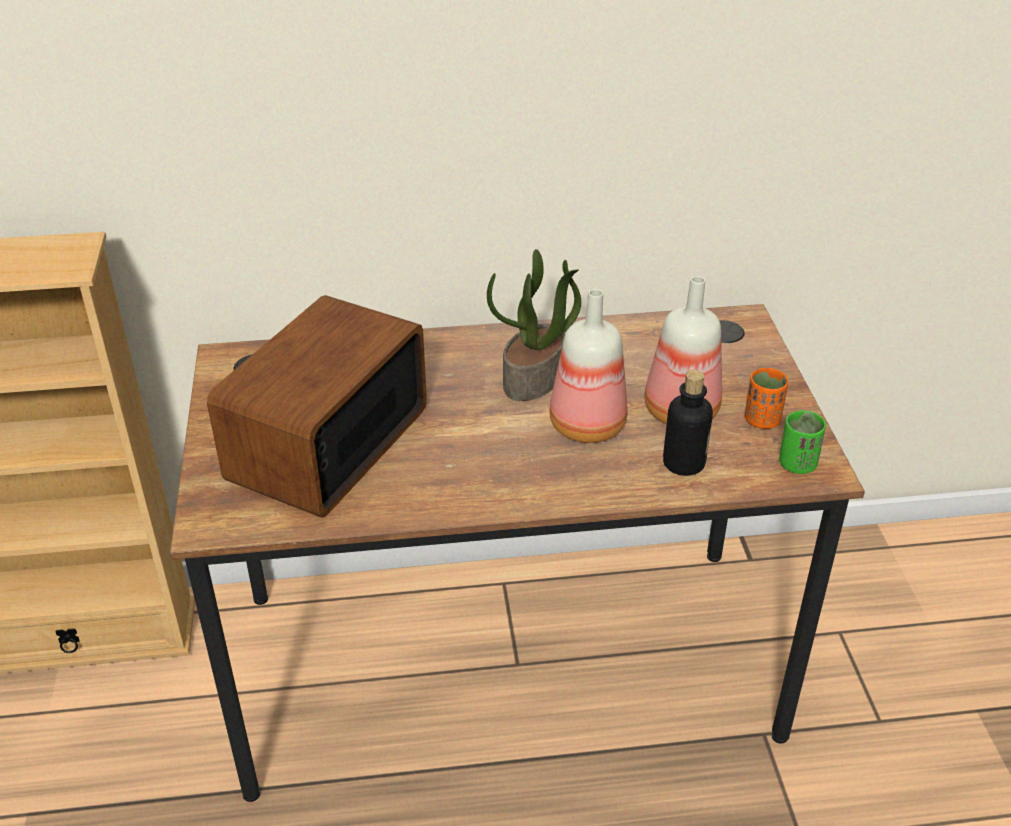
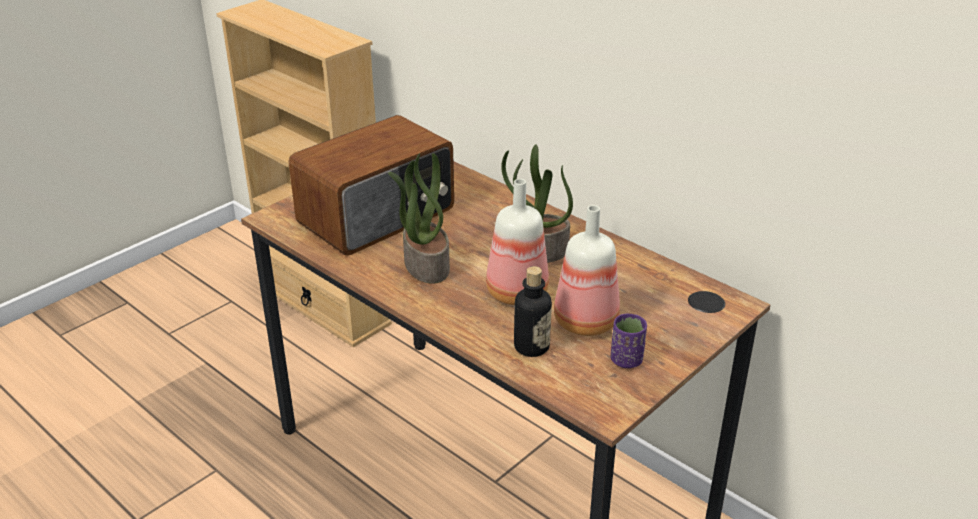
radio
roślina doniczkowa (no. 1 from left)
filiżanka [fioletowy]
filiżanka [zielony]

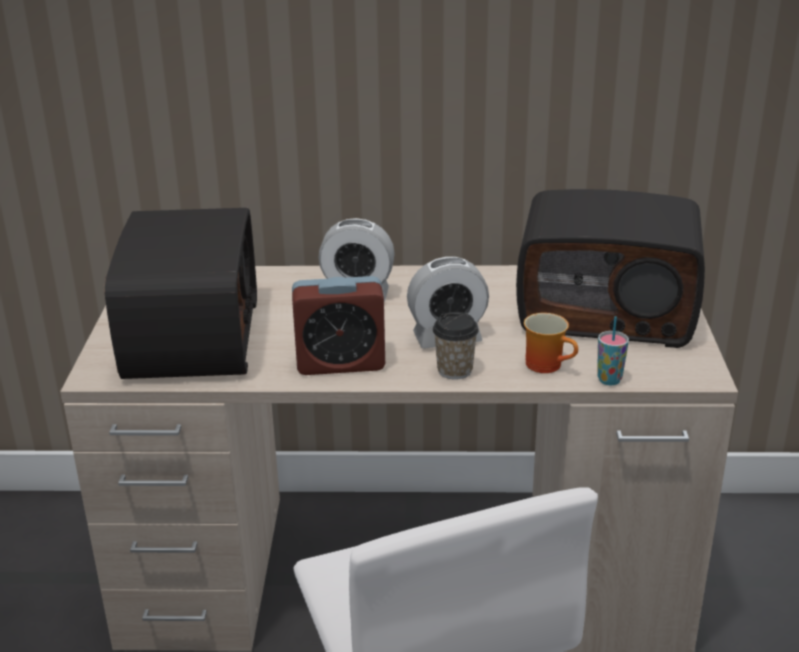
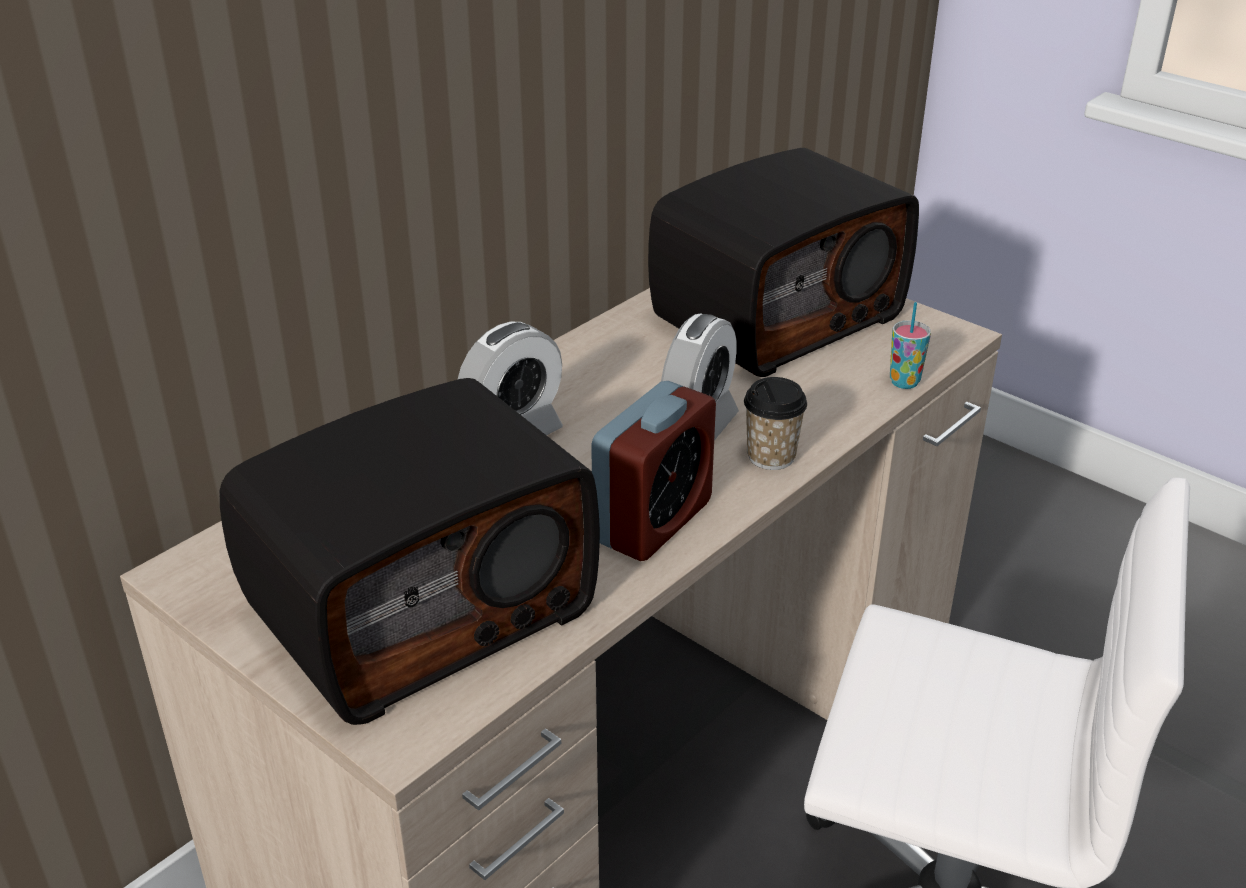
radio (no. 1 from left)
kubek

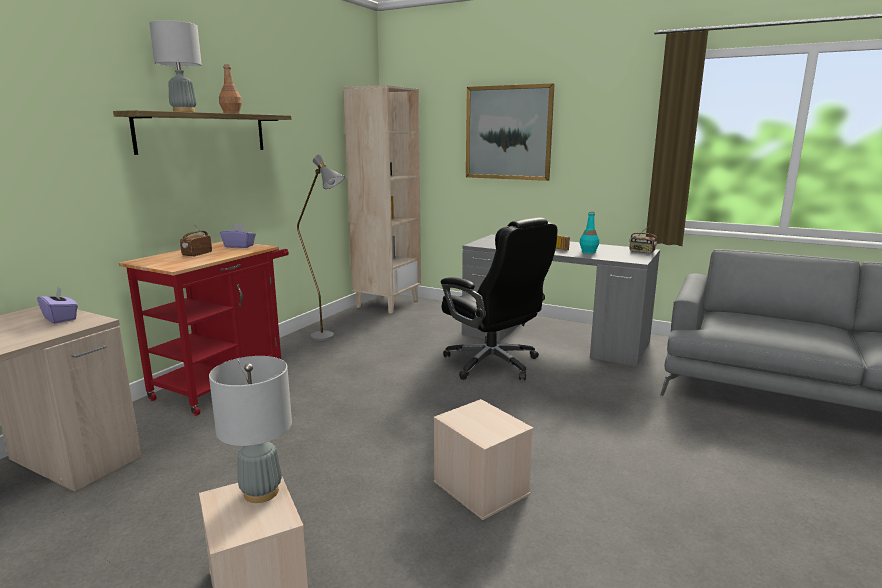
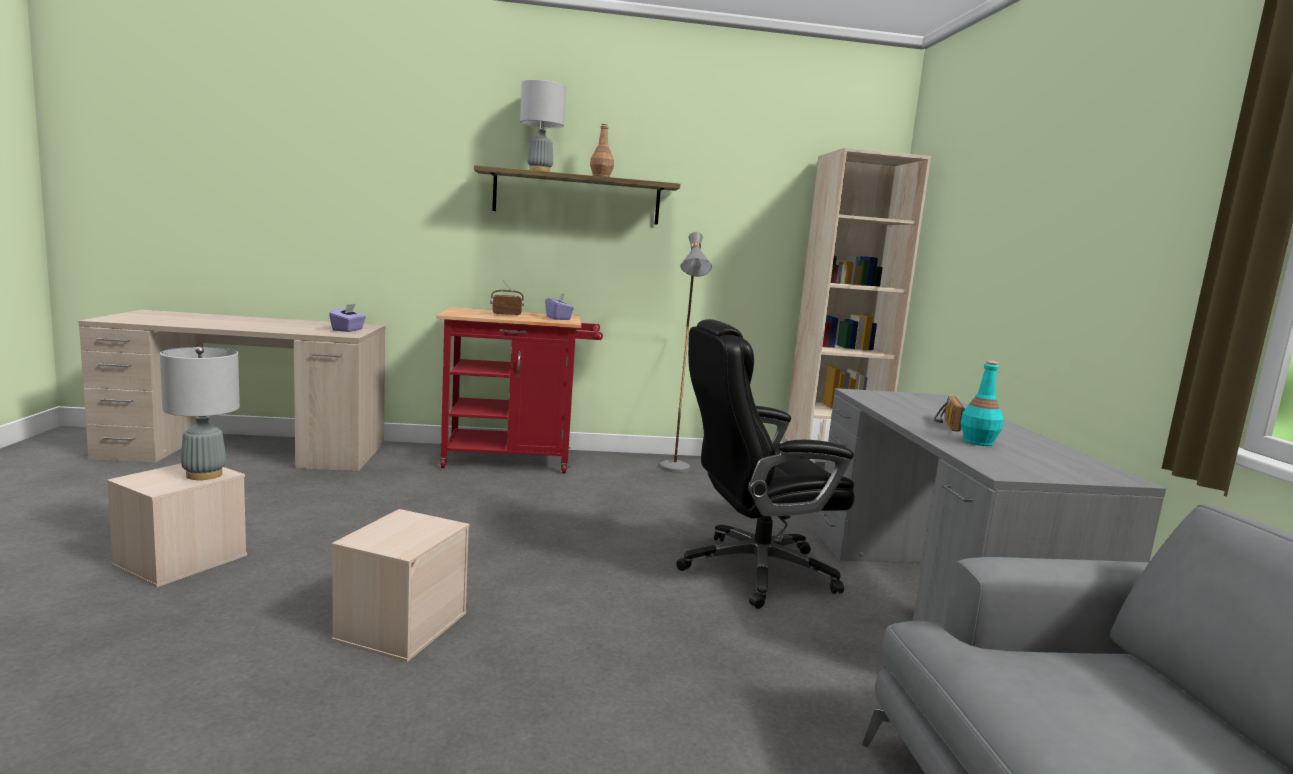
krzesło biurowe [czarny]
obraz
radio (no. 3 from left in the first image)

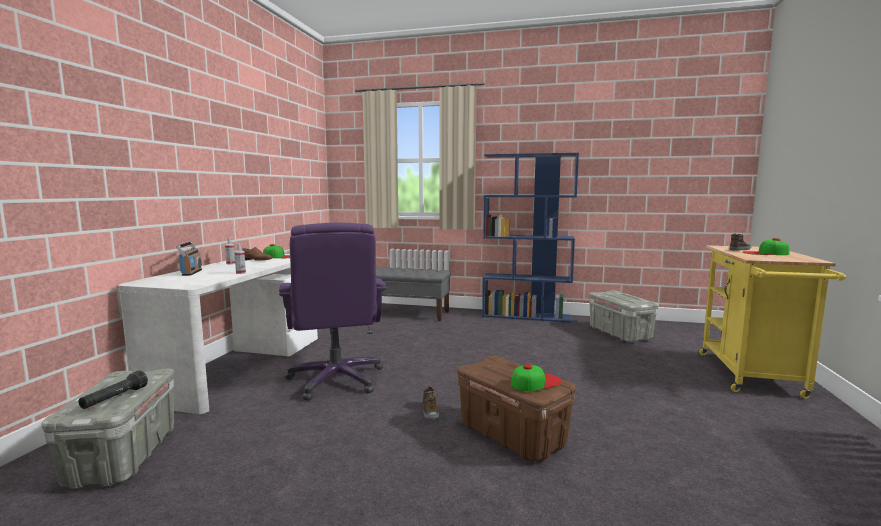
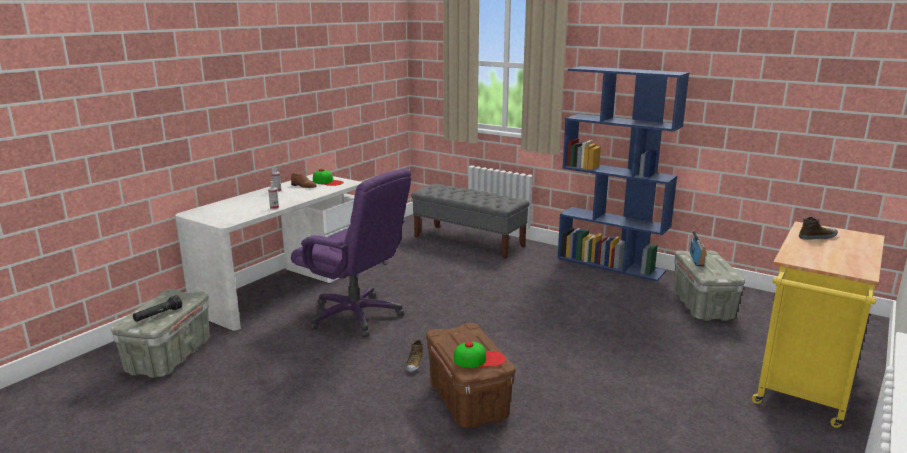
krzesło biurowe [fioletowy]
radio
czapka z daszkiem (no. 3 from left in the first image)

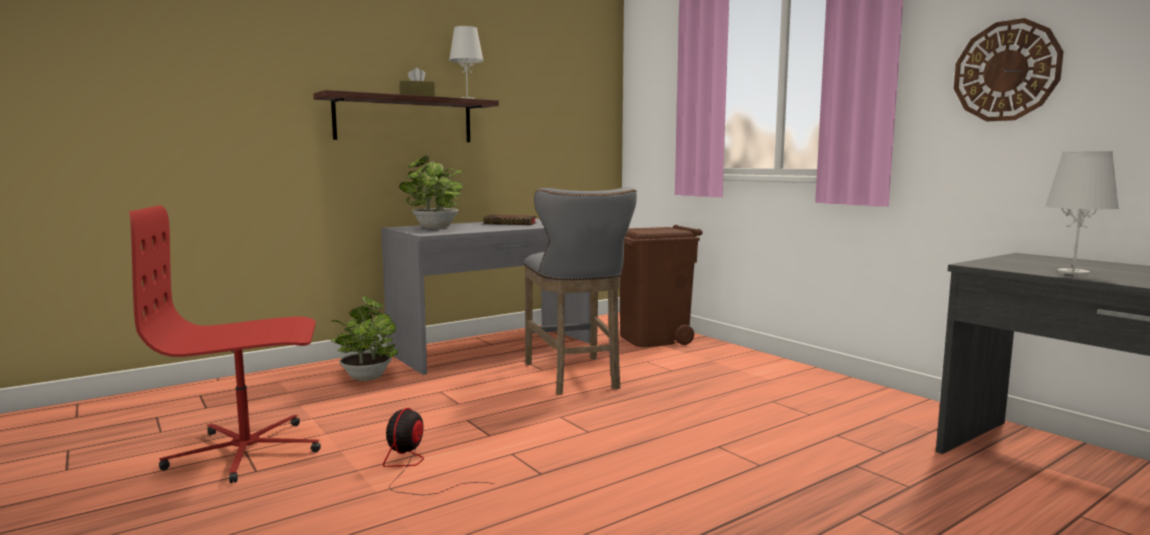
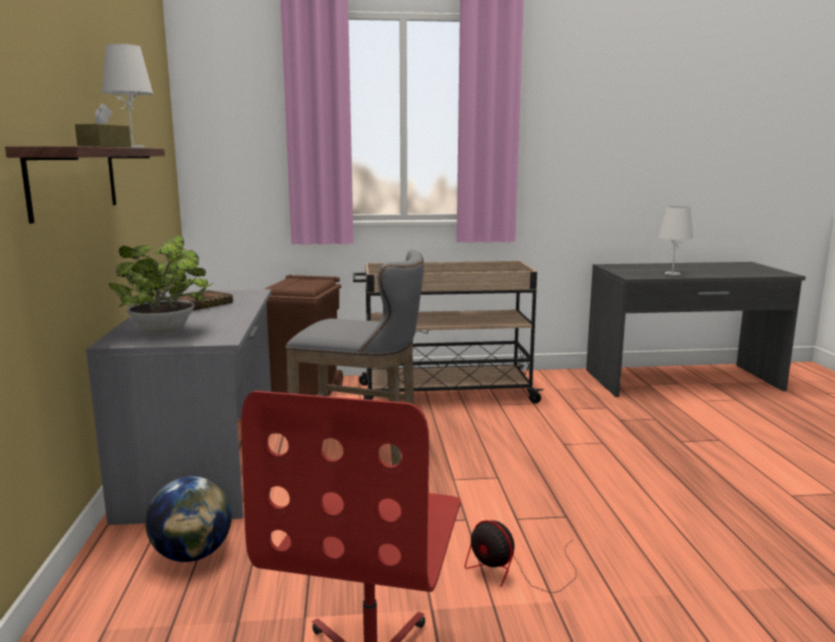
globus
wózek [beżowy]
zegar ścienny

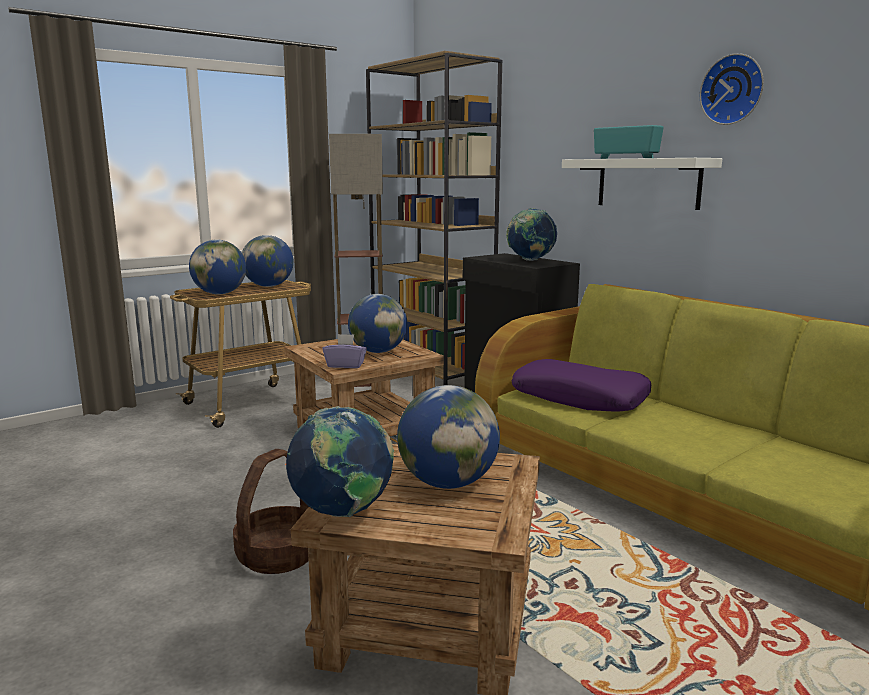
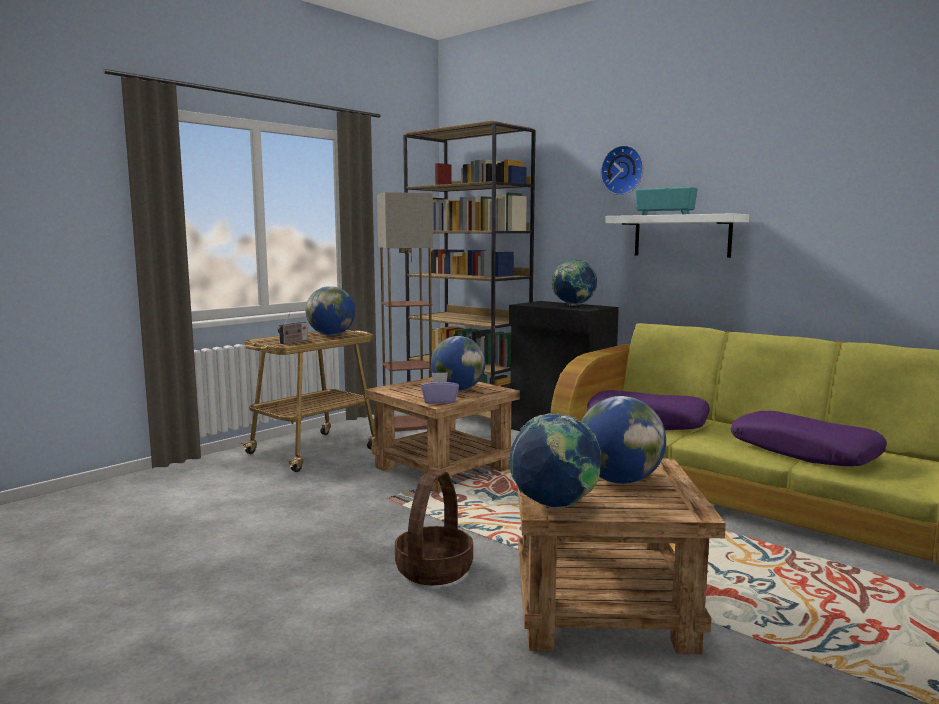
radio (no. 1 from left)
zegar ścienny
poduszka [fioletowy] (no. 2 from left)

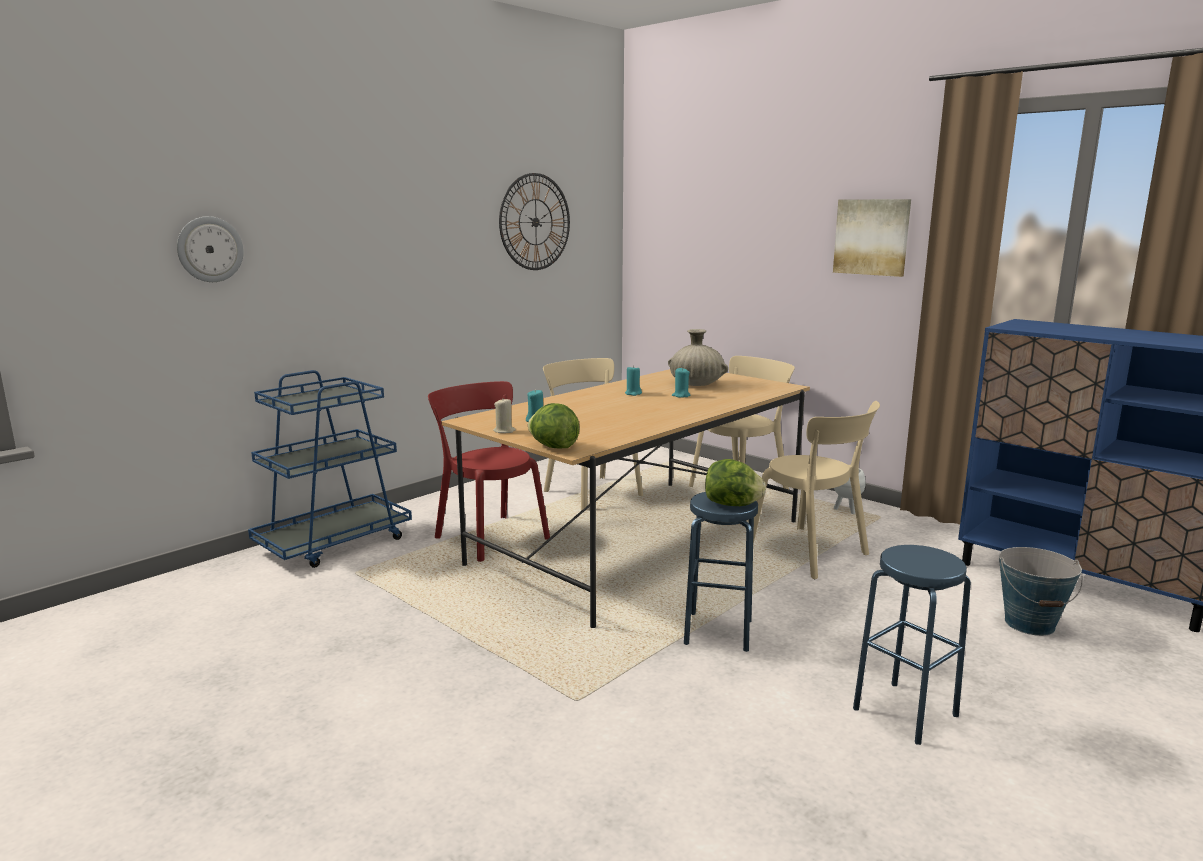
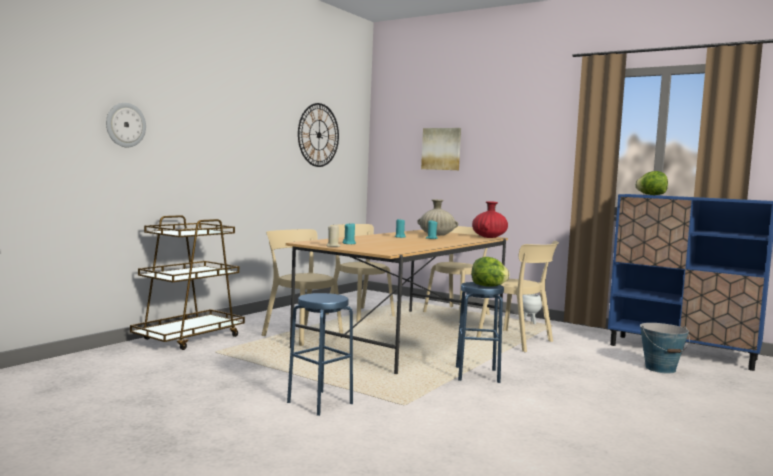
wózek [brązowy]
krzesło [beżowy] (no. 1 from left)
stołek [niebieski] (no. 1 from left)
obraz
wazon [czerwony]
sałata (no. 2 from left)

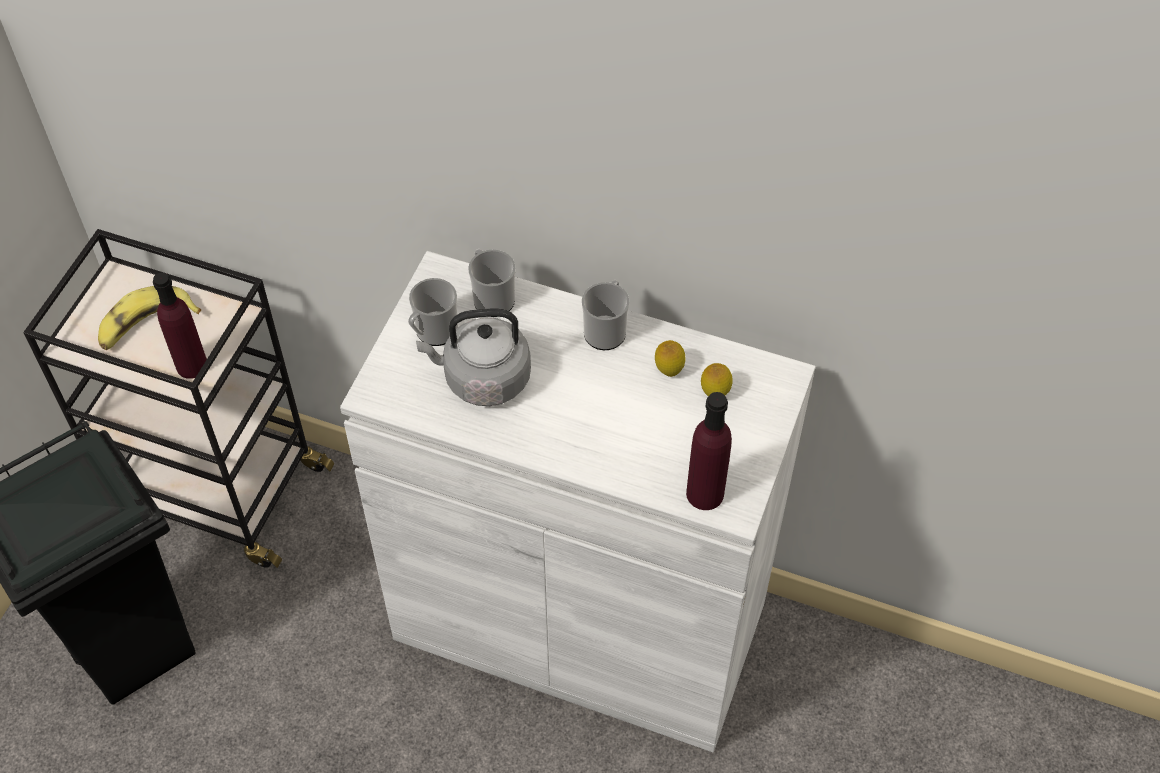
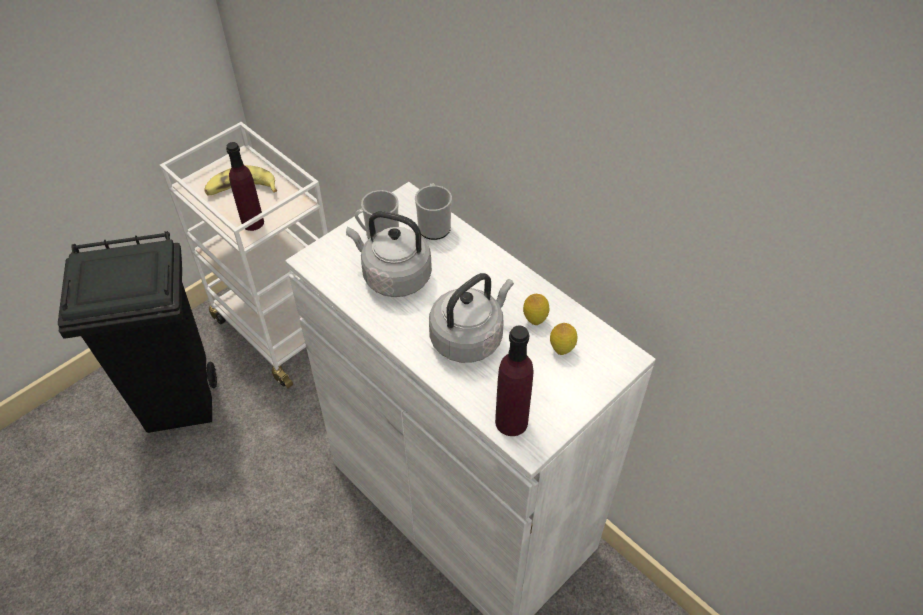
wózek [biały]
czajnik [szary] (no. 2 from left)
kubek (no. 3 from left in the first image)

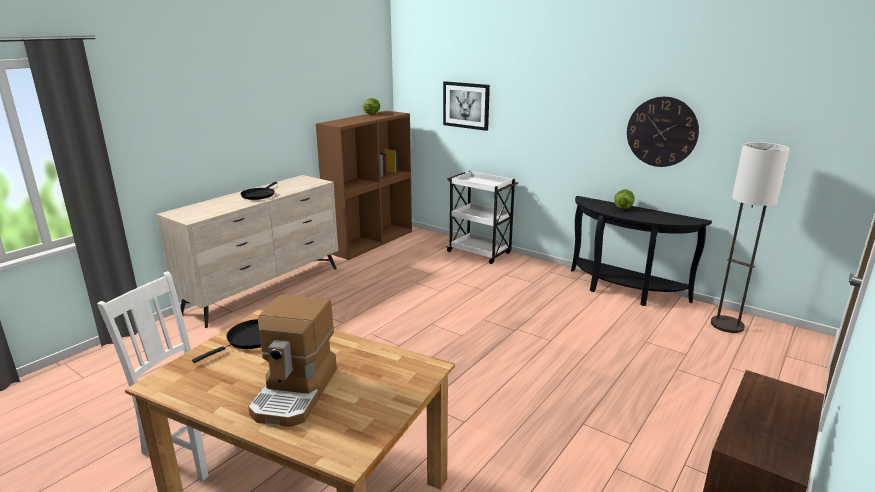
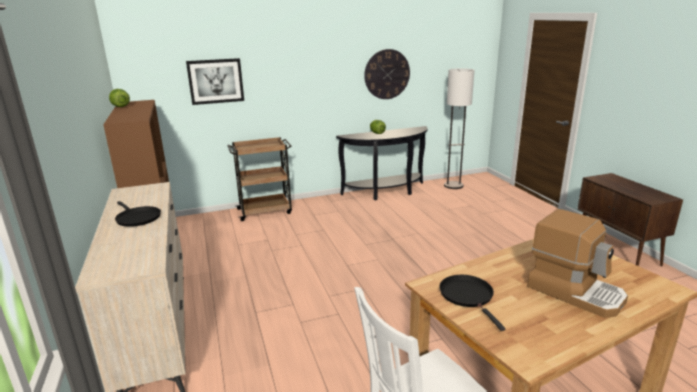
wózek [brązowy]

